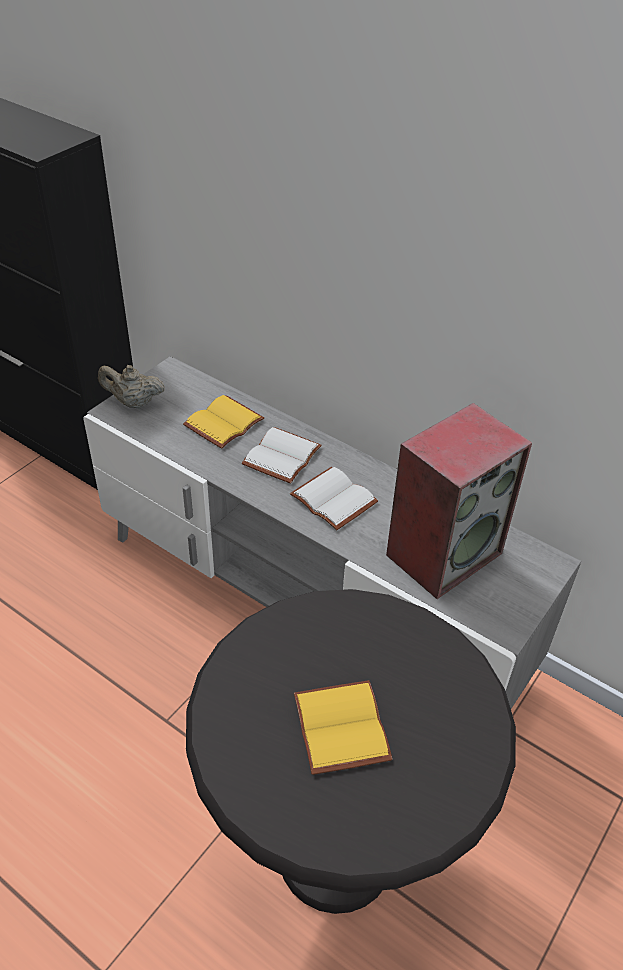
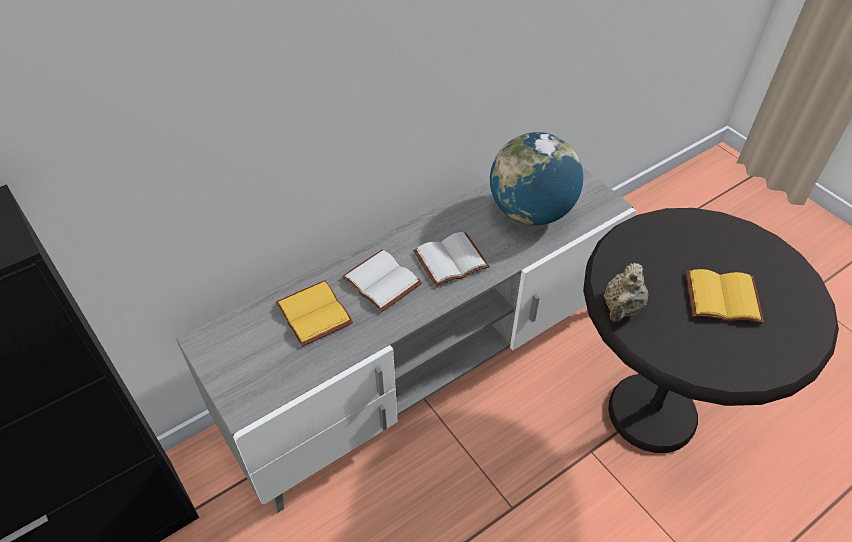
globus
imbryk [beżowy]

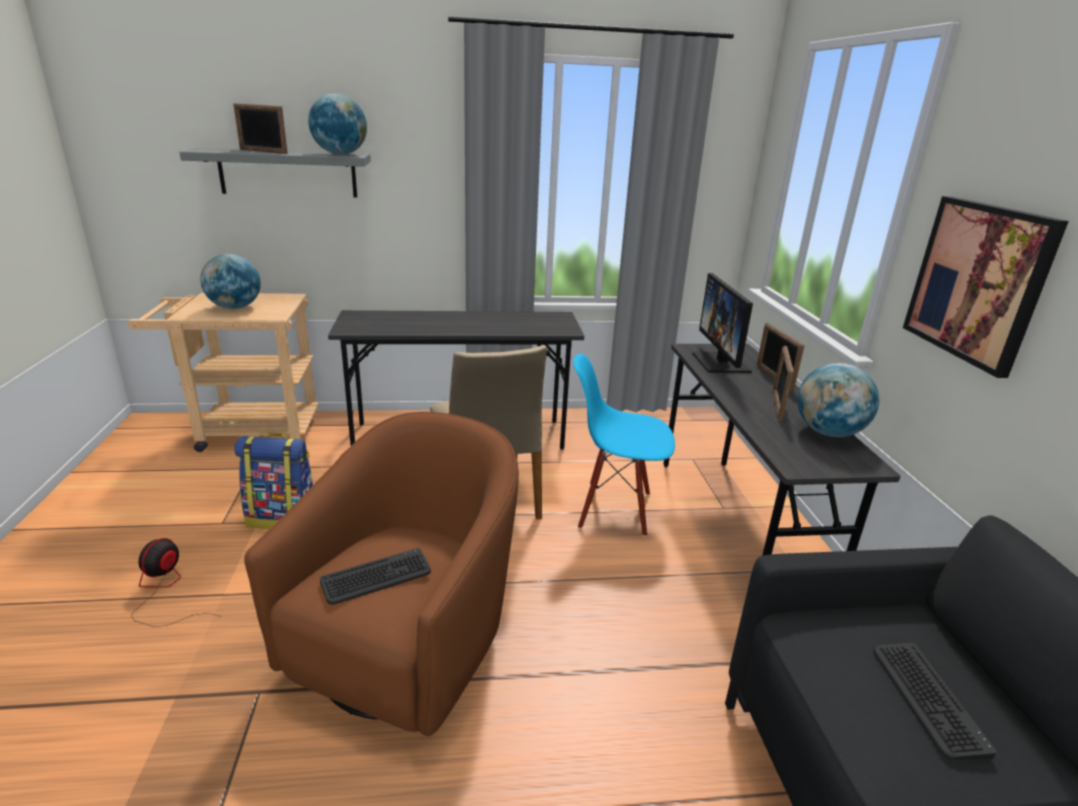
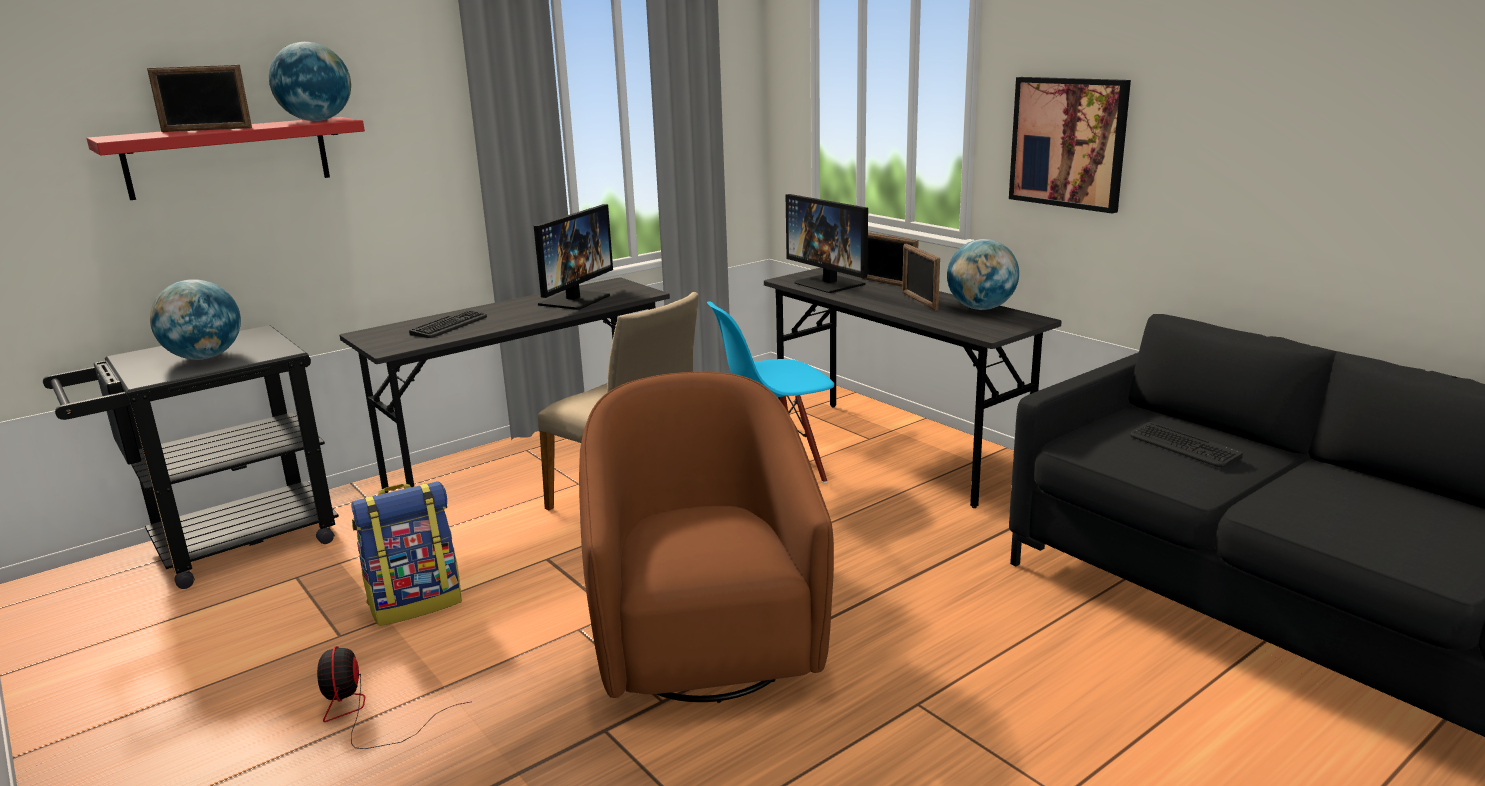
wózek [czarny]
półka [czerwony]
klawiatura (no. 1 from left)
monitor (no. 1 from left)

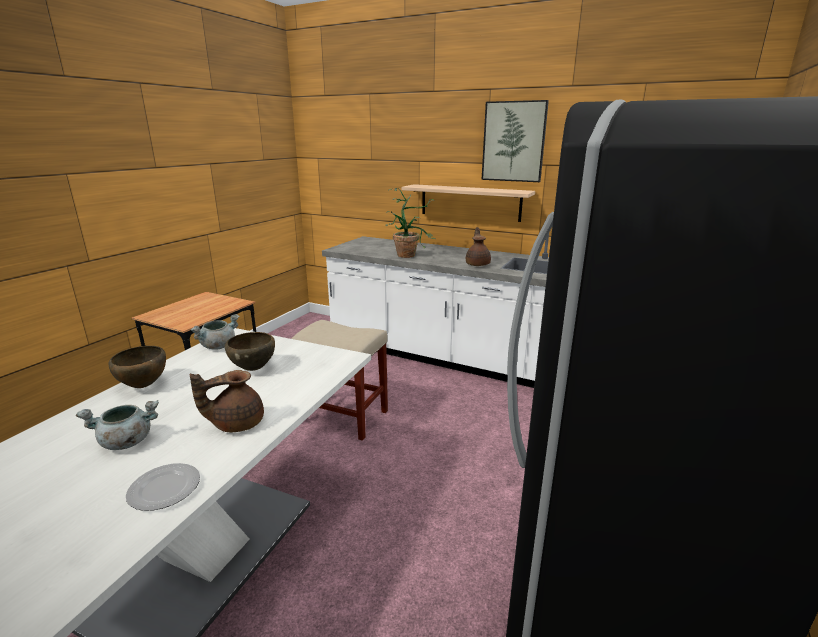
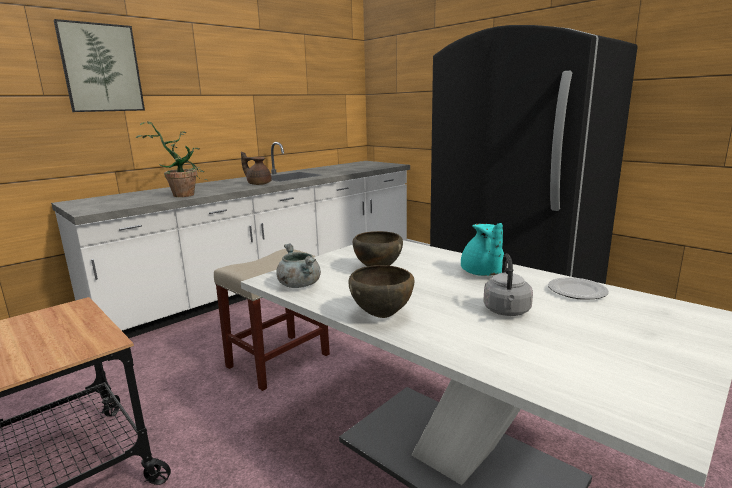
obraz
imbryk [turkusowy]
czajnik [szary]
półka

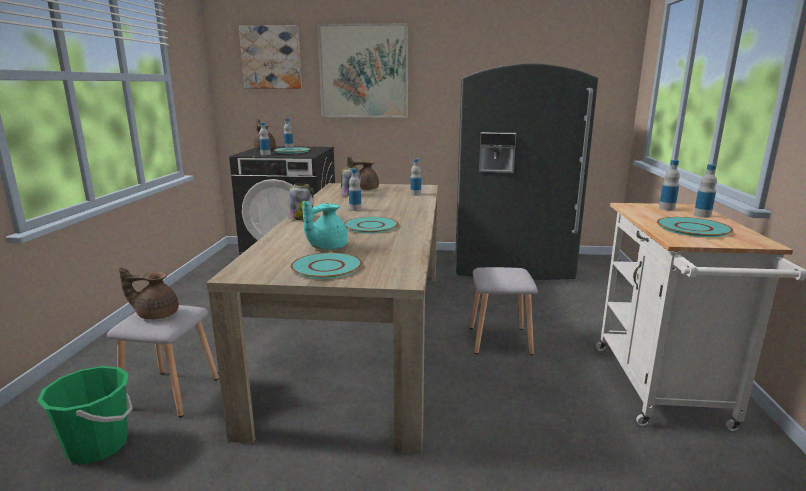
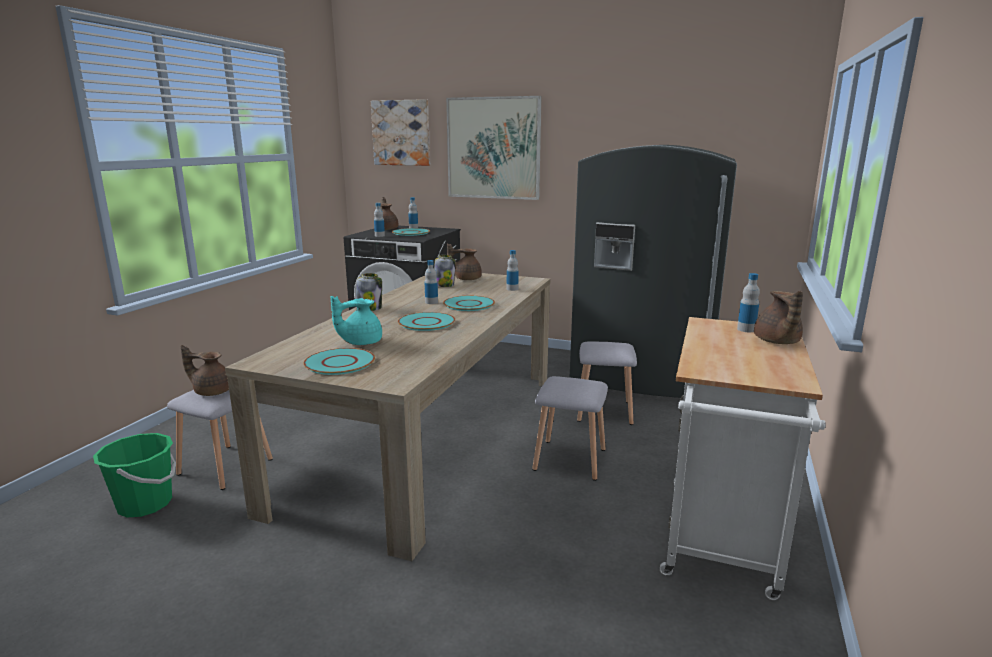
talerz [turkusowy] (no. 4 from left)
stołek [szary] (no. 3 from left)
imbryk [brązowy] (no. 4 from left)

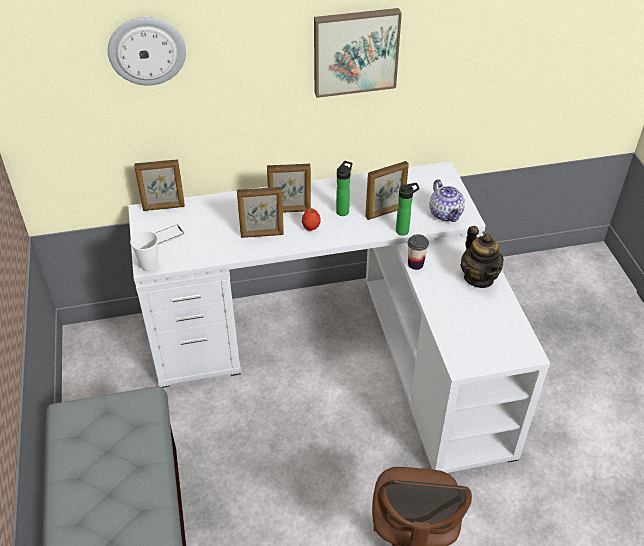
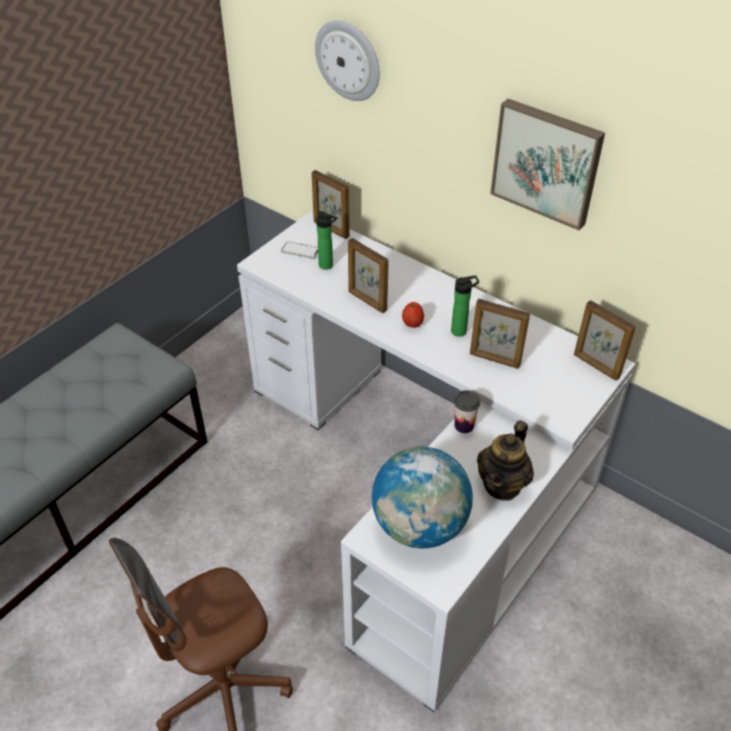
butelka (no. 1 from left)
globus
ramka na zdjęcie (no. 4 from left)
filiżanka (no. 1 from left in the first image)
imbryk (no. 1 from left in the first image)

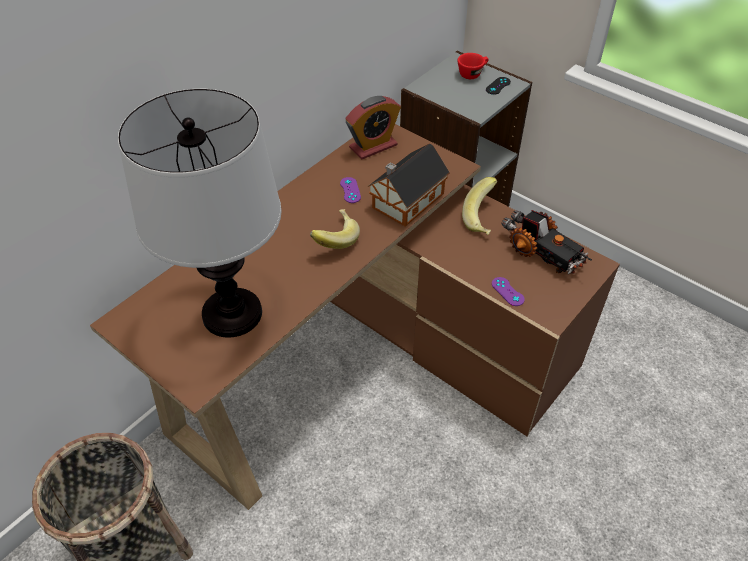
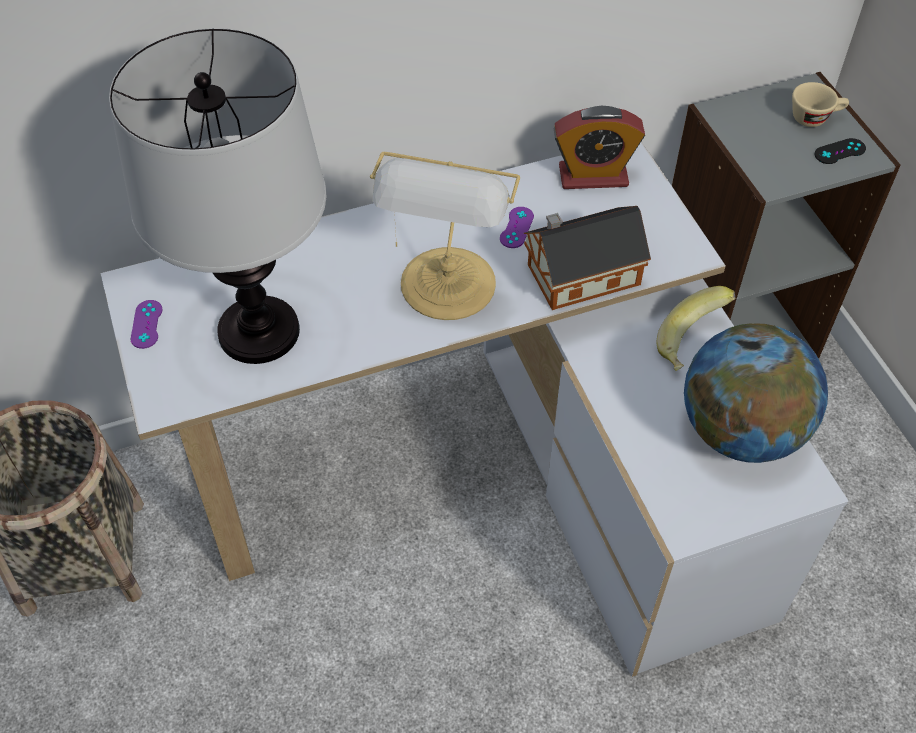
biurko [biały]
pad do gier [fioletowy] (no. 1 from left)
lampa stołowa (no. 2 from left)
globus
filiżanka [beżowy]

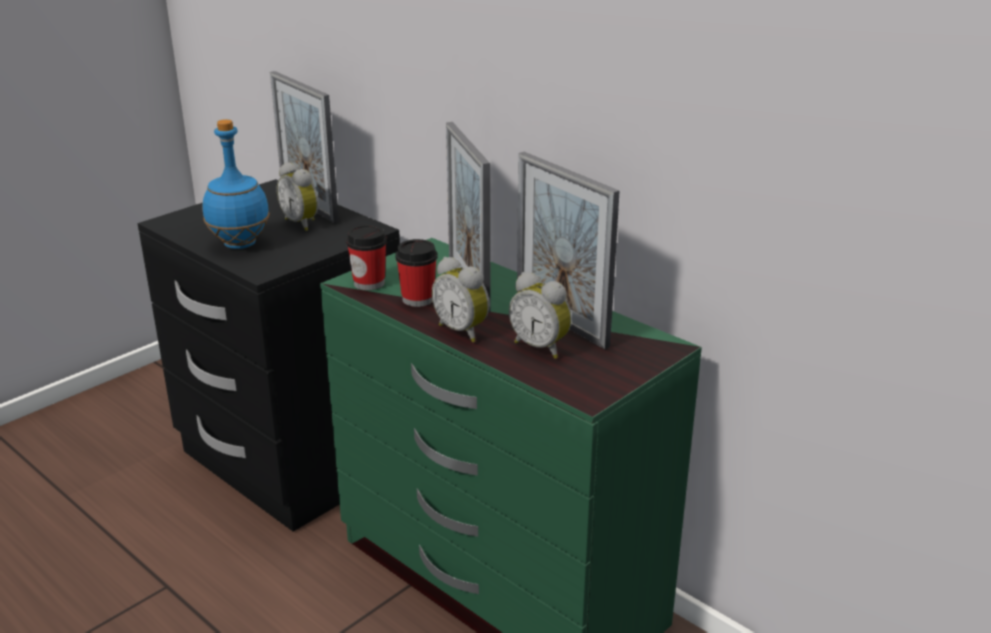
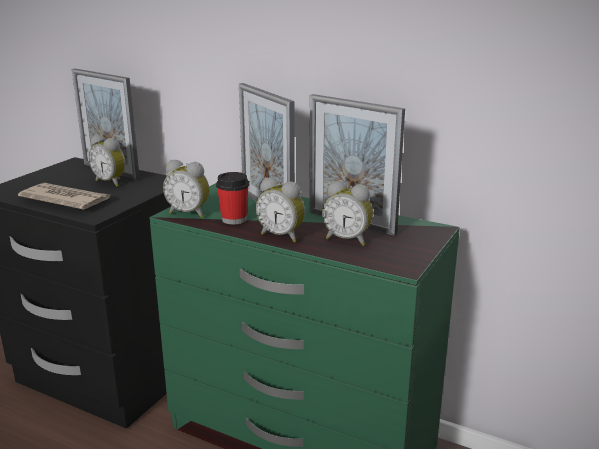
gazeta
budzik (no. 2 from left)

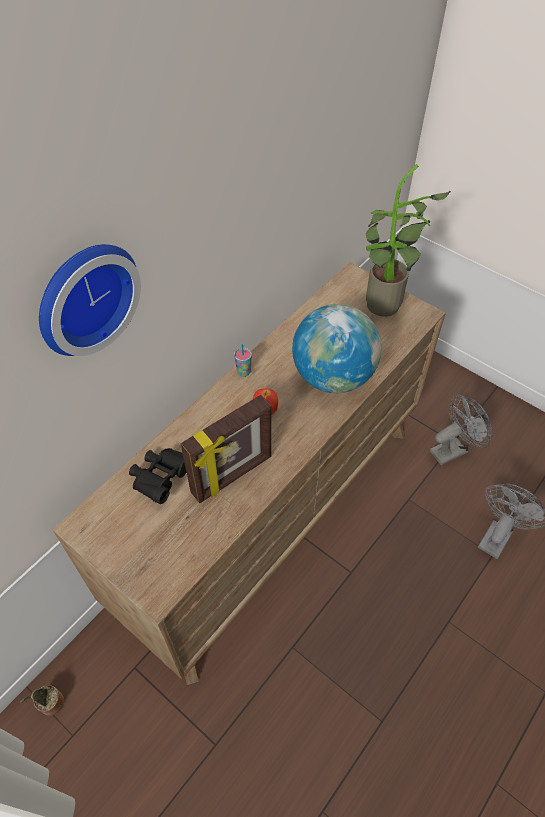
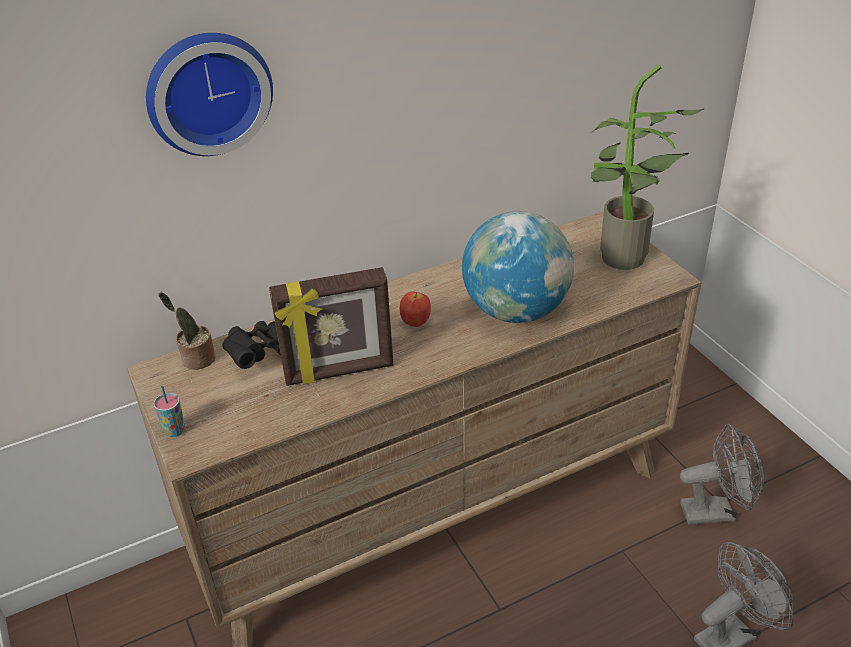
filiżanka
roślina doniczkowa (no. 1 from left)

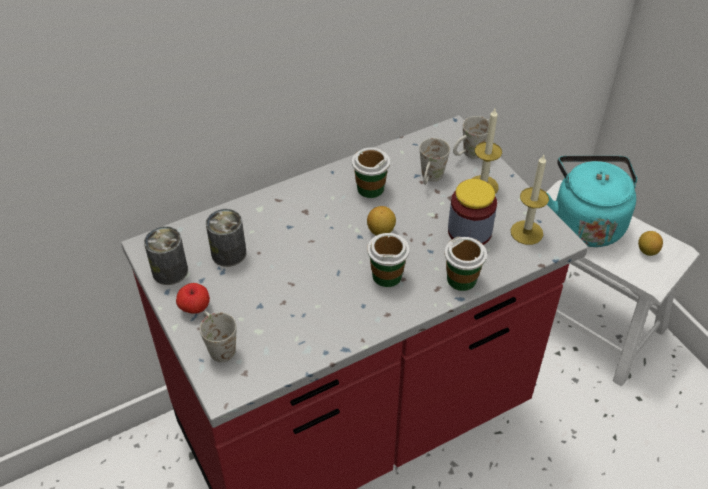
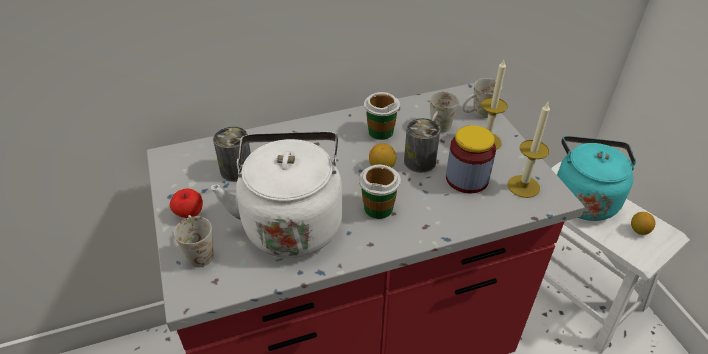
czajnik [biały]
puszka (no. 2 from left)
filiżanka (no. 3 from left in the first image)

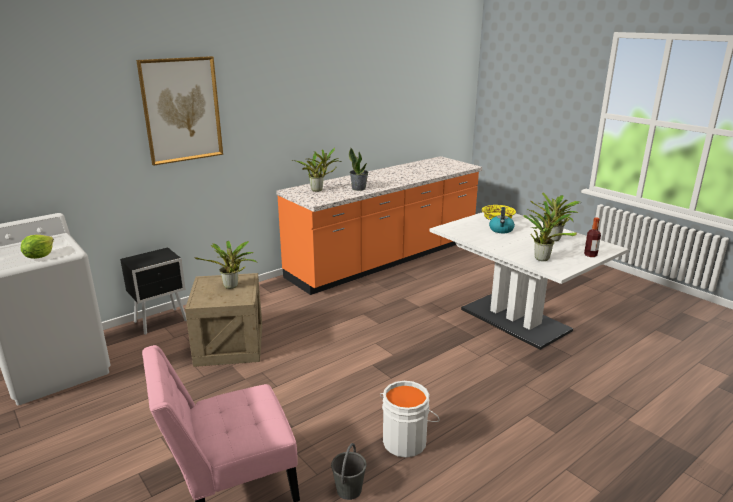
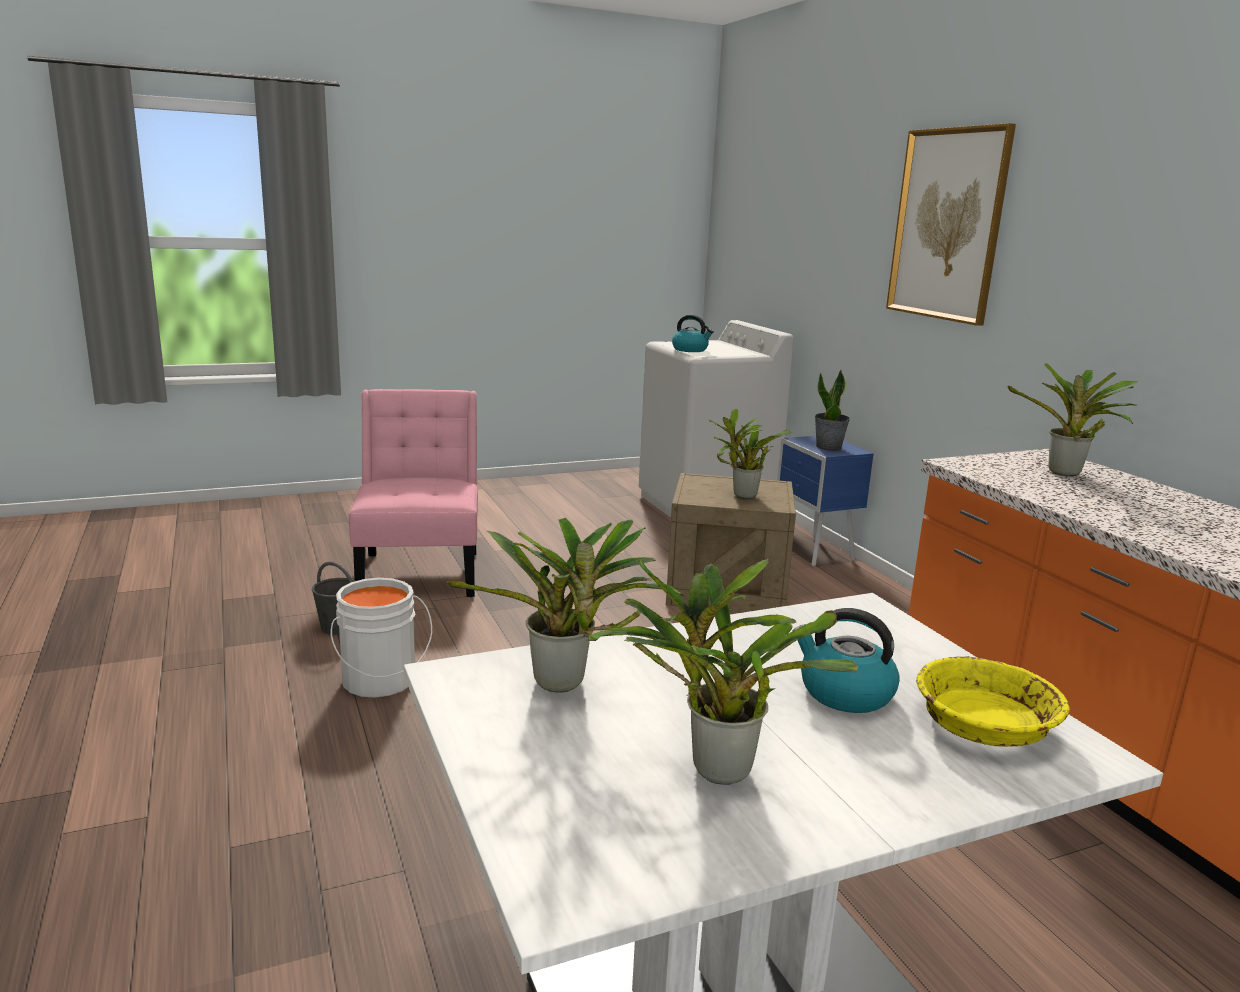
czajnik (no. 1 from left)
szafka nocna [niebieski]
roślina doniczkowa (no. 4 from left)
butelka

